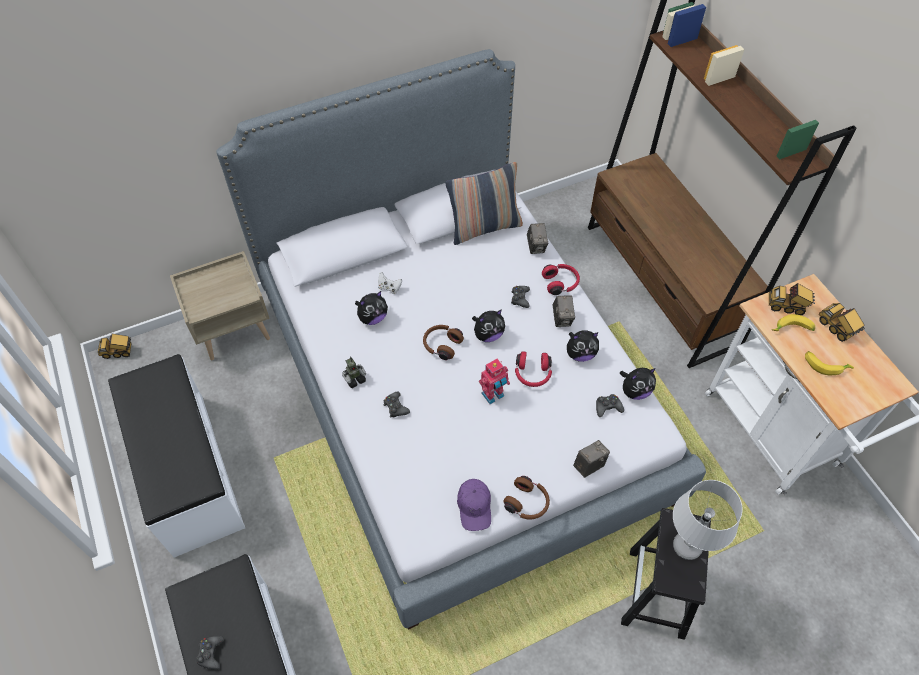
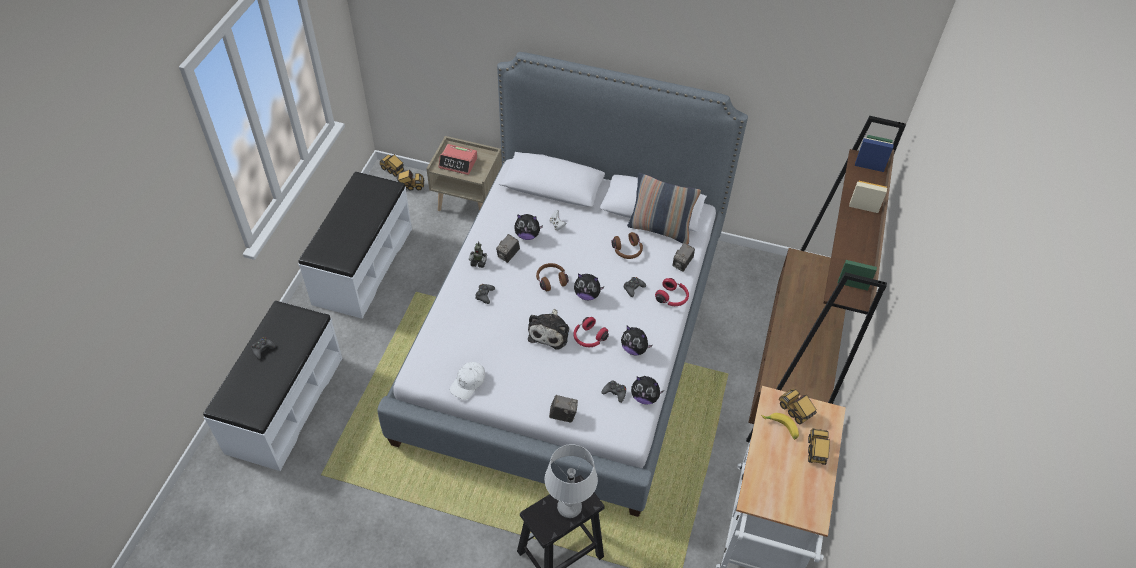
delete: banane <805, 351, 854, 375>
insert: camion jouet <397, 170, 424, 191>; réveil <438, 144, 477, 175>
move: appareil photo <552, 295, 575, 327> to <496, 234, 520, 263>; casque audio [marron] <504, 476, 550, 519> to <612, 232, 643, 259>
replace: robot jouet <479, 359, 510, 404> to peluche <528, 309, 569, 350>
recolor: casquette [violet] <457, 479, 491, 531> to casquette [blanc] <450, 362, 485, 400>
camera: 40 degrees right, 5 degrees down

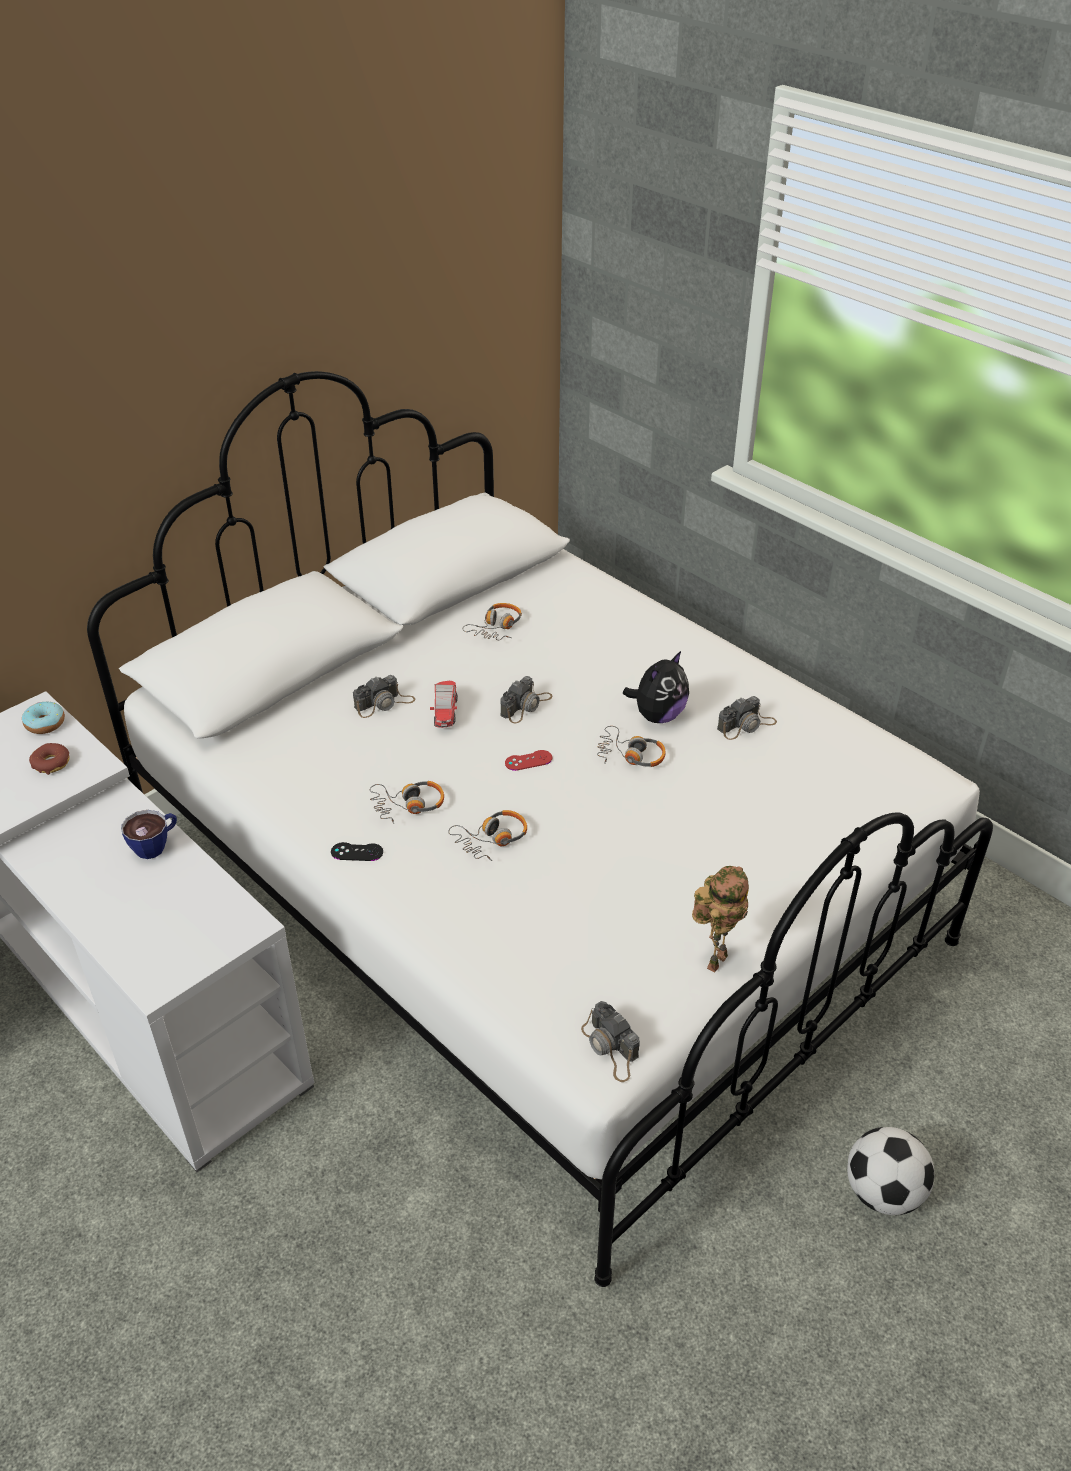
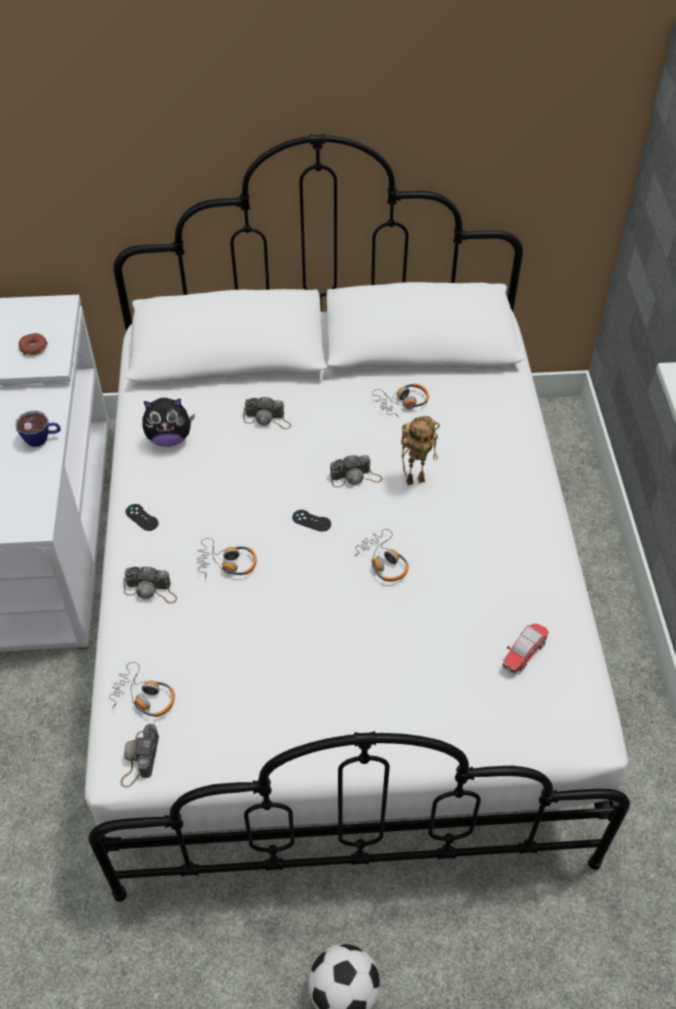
delete: beignet <22, 702, 65, 734>
move: casque audio <370, 781, 444, 824> to <109, 662, 175, 717>; appareil photo <717, 696, 777, 740> to <124, 566, 177, 604>; peluche <623, 651, 689, 723> to <142, 398, 195, 447>; robot jouet <692, 866, 749, 973> to <401, 416, 440, 485>; petite voiture <430, 681, 458, 728> to <502, 623, 549, 673>
recolor: manette [rouge] <505, 750, 552, 771> to manette [noir] <292, 510, 331, 532>
camera: 40 degrees right, 10 degrees up

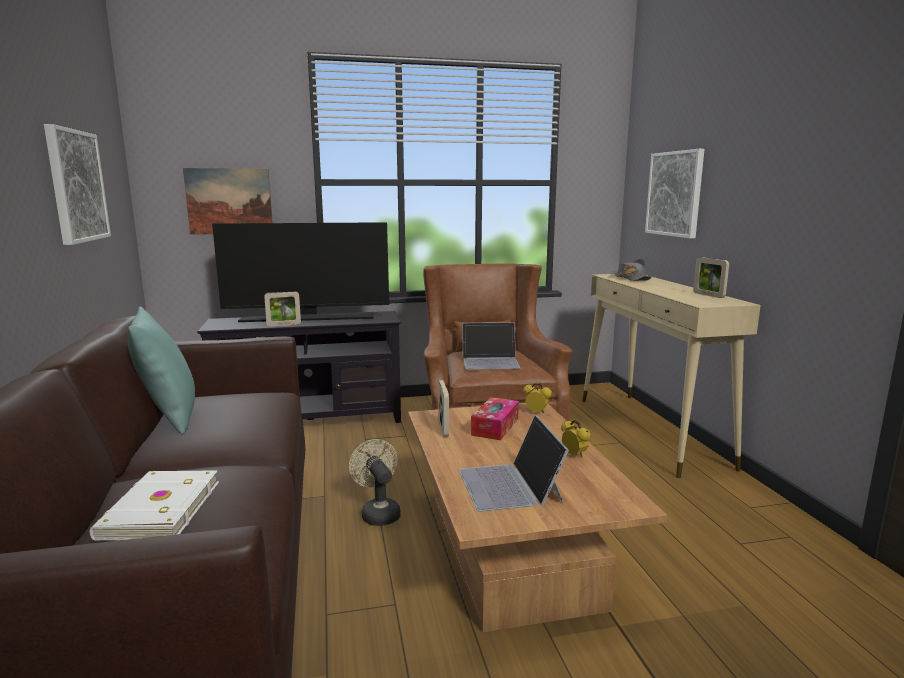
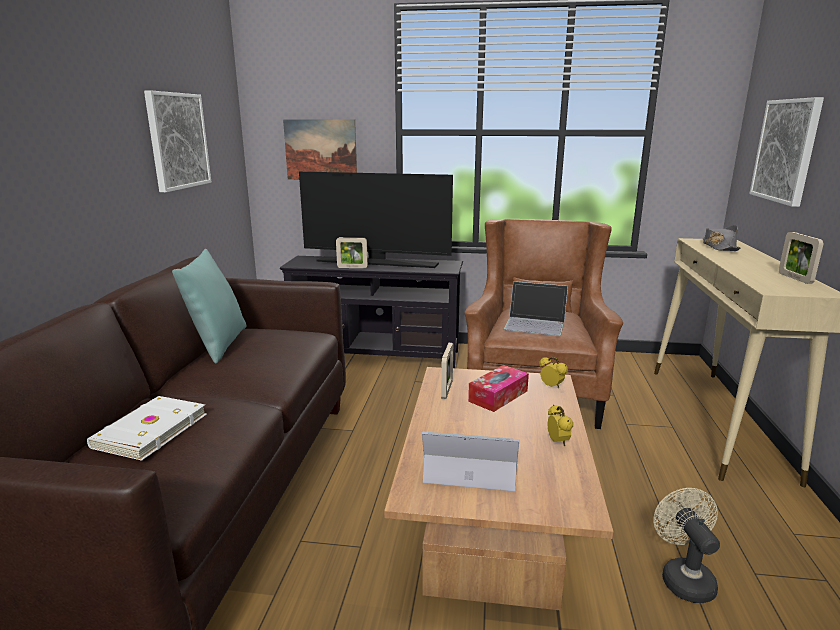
move: ventilateur [beige] <349, 439, 401, 526> to <653, 488, 720, 603>
rotate: ordinateur portable <459, 415, 569, 512> = <422, 431, 519, 491> 90 degrees clockwise
camera: 20 degrees right, 5 degrees up

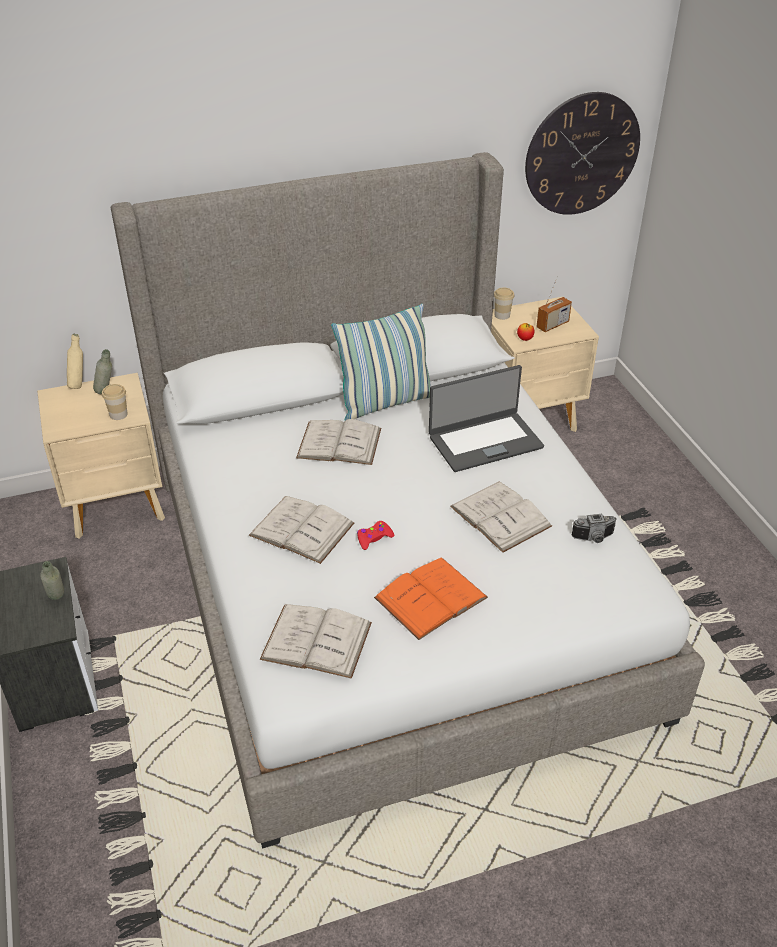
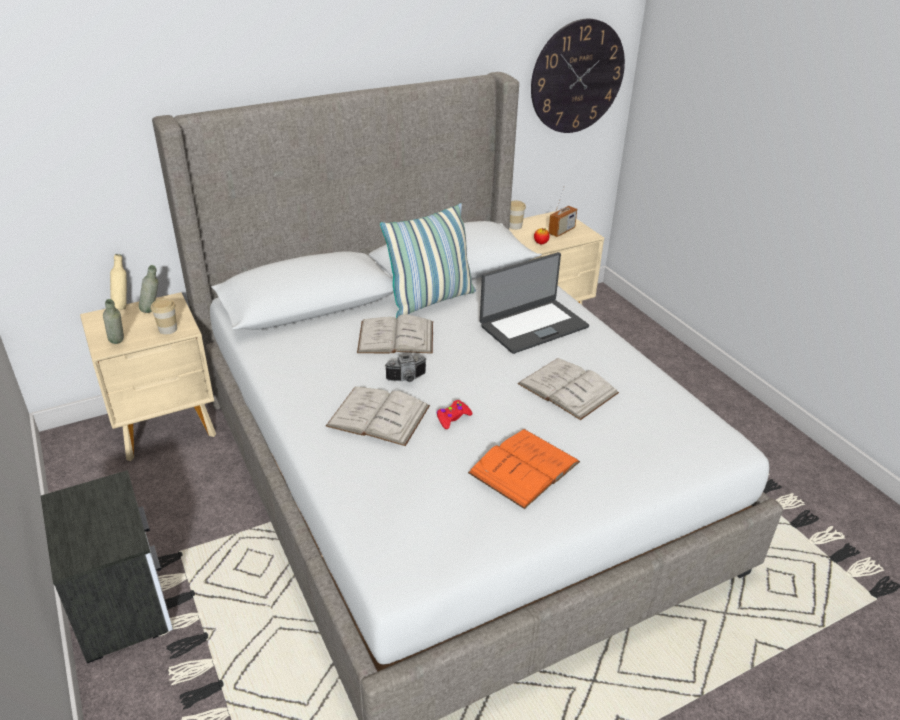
delete: livre [blanc] <260, 604, 372, 679>
move: bouteille [gris] <40, 561, 64, 600> to <103, 299, 124, 344>; appareil photo <572, 514, 617, 543> to <385, 354, 426, 382>
camera: 10 degrees left, 5 degrees down

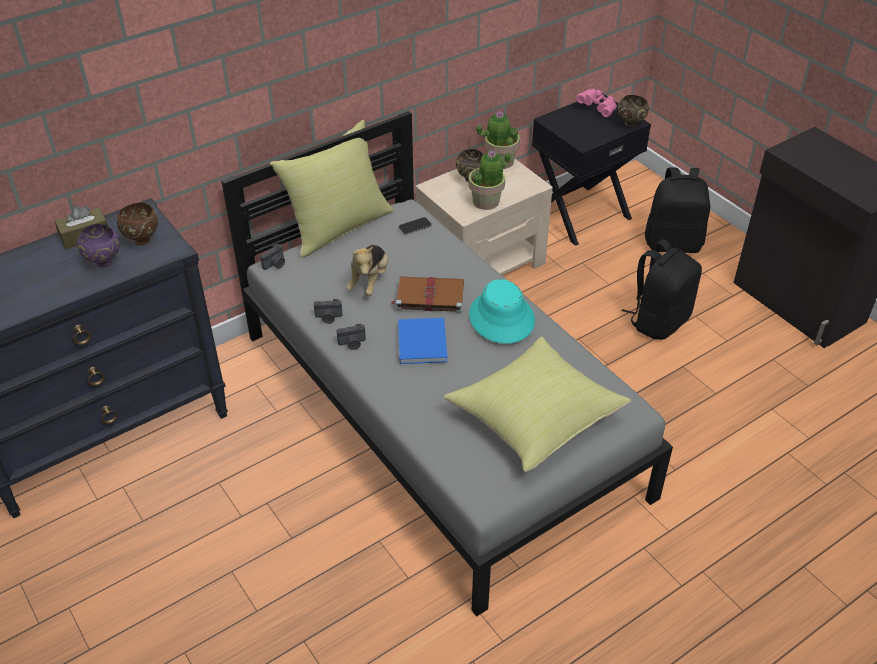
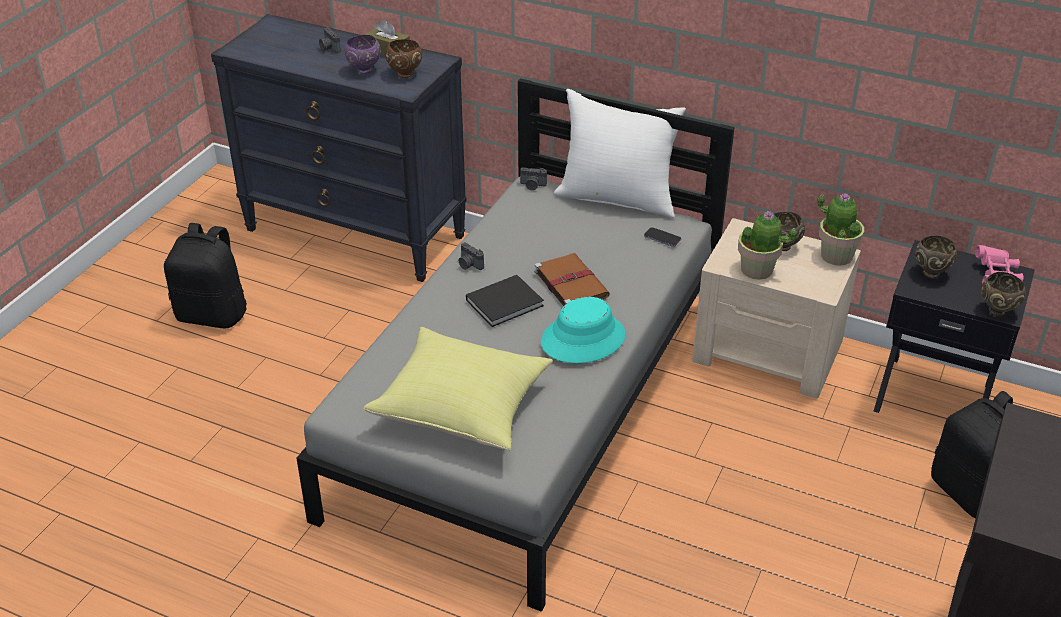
delete: peluche <346, 245, 389, 296>
insert: bol [marron] <915, 236, 957, 278>
move: sac à dos [noir] <621, 239, 702, 340> to <164, 223, 247, 329>; appareil photo <314, 299, 342, 324> to <319, 27, 341, 53>
recolor: livre [bleu] <398, 318, 447, 364> to livre [noir] <466, 275, 544, 327>; coussin [jaune] <270, 120, 394, 257> to coussin [blanc] <554, 89, 686, 218>
camera: 60 degrees right, 5 degrees down

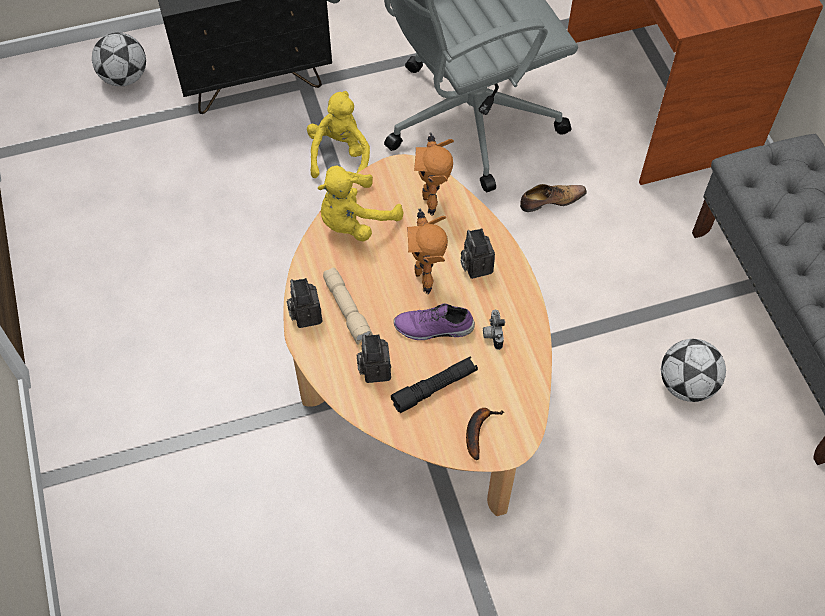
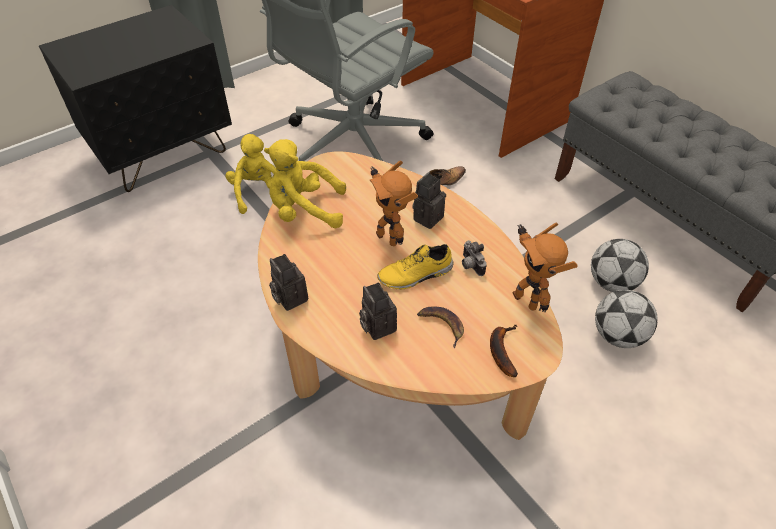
delete: lampe de poche [beige] <323, 268, 373, 345>
move: robot jouet <414, 132, 454, 216> to <513, 222, 577, 312>; ballon de foot <92, 32, 146, 86> to <595, 290, 658, 348>
replace: lampe de poche [noir] <391, 356, 478, 413> to banane <417, 306, 464, 348>
recolor: chaussure [violet] <394, 303, 475, 340> to chaussure [jaune] <377, 244, 454, 289>
rotate: peluche [jaune] <318, 166, 403, 241> = <264, 139, 346, 228> 60 degrees clockwise; appareil photo <461, 228, 495, 279> = <412, 172, 446, 229> 75 degrees clockwise
camera: 20 degrees left, 10 degrees down

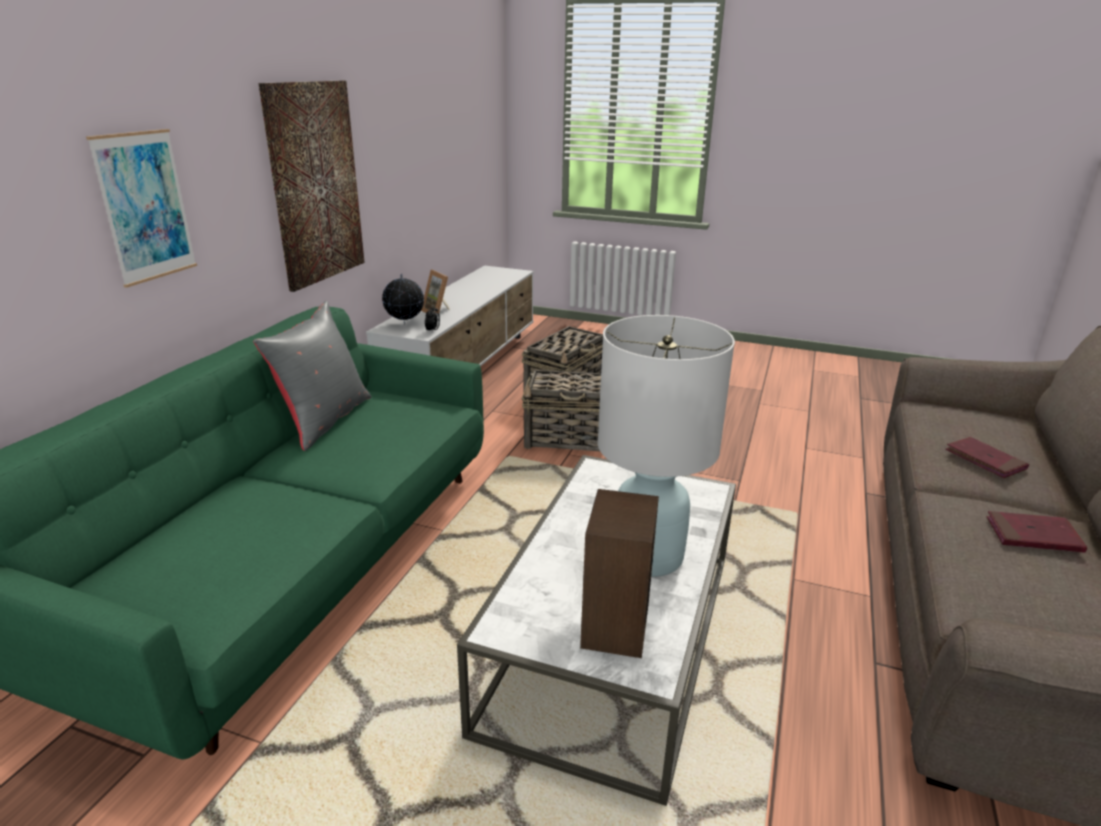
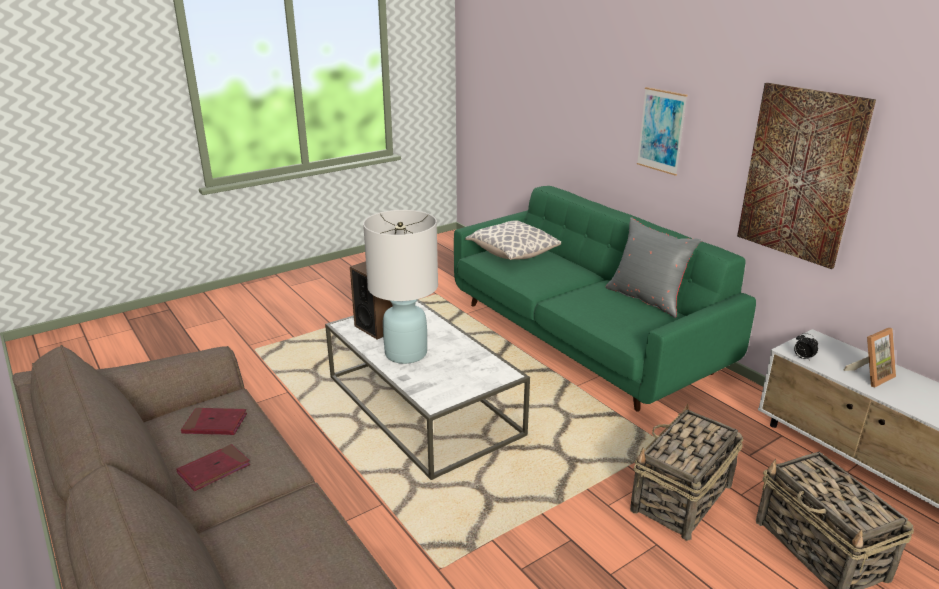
delete: globe <382, 274, 424, 325>
insert: coussin <465, 220, 561, 260>
move: livre [rouge] <946, 437, 1029, 478> to <181, 408, 247, 435>
rotate: cadre photo <421, 270, 450, 313> = <844, 328, 896, 387> 150 degrees clockwise
camera: 125 degrees right, 0 degrees up

